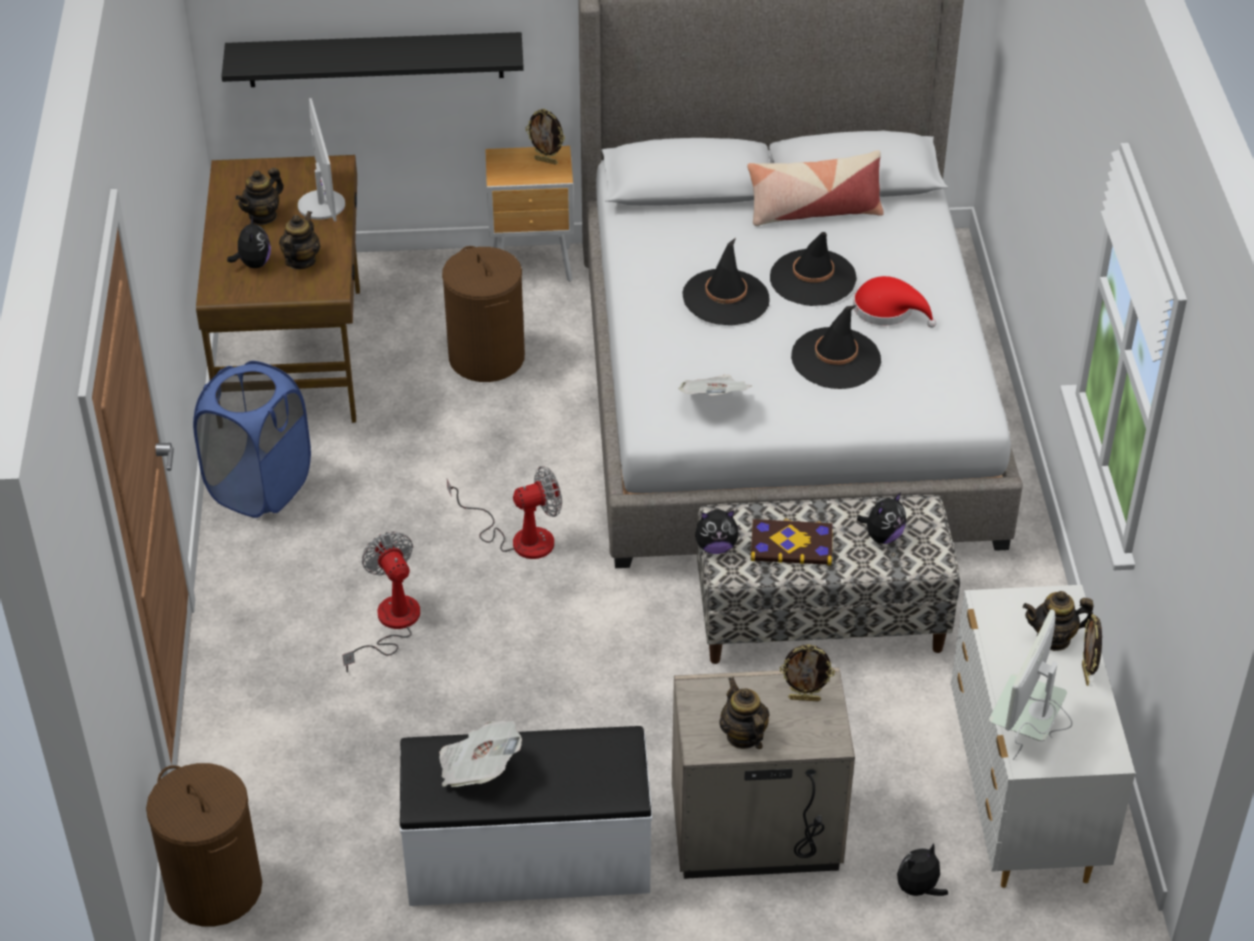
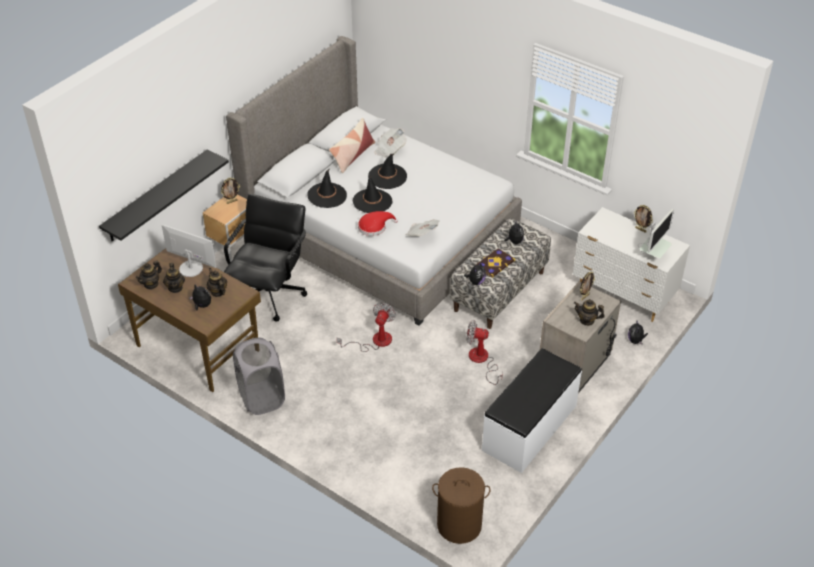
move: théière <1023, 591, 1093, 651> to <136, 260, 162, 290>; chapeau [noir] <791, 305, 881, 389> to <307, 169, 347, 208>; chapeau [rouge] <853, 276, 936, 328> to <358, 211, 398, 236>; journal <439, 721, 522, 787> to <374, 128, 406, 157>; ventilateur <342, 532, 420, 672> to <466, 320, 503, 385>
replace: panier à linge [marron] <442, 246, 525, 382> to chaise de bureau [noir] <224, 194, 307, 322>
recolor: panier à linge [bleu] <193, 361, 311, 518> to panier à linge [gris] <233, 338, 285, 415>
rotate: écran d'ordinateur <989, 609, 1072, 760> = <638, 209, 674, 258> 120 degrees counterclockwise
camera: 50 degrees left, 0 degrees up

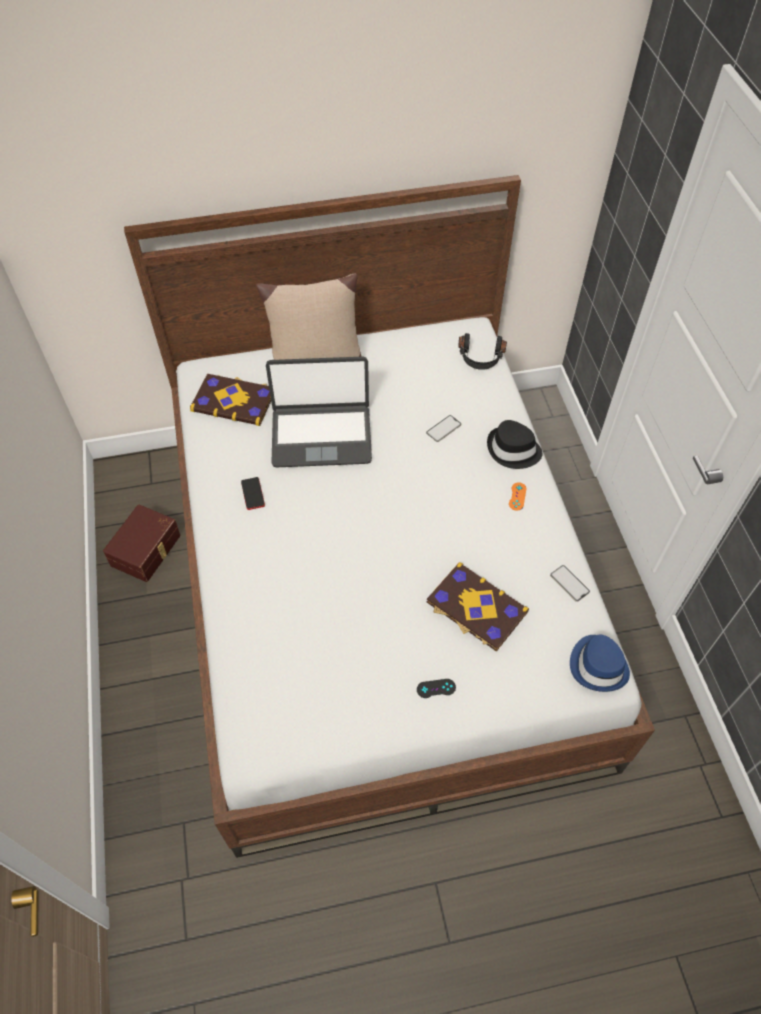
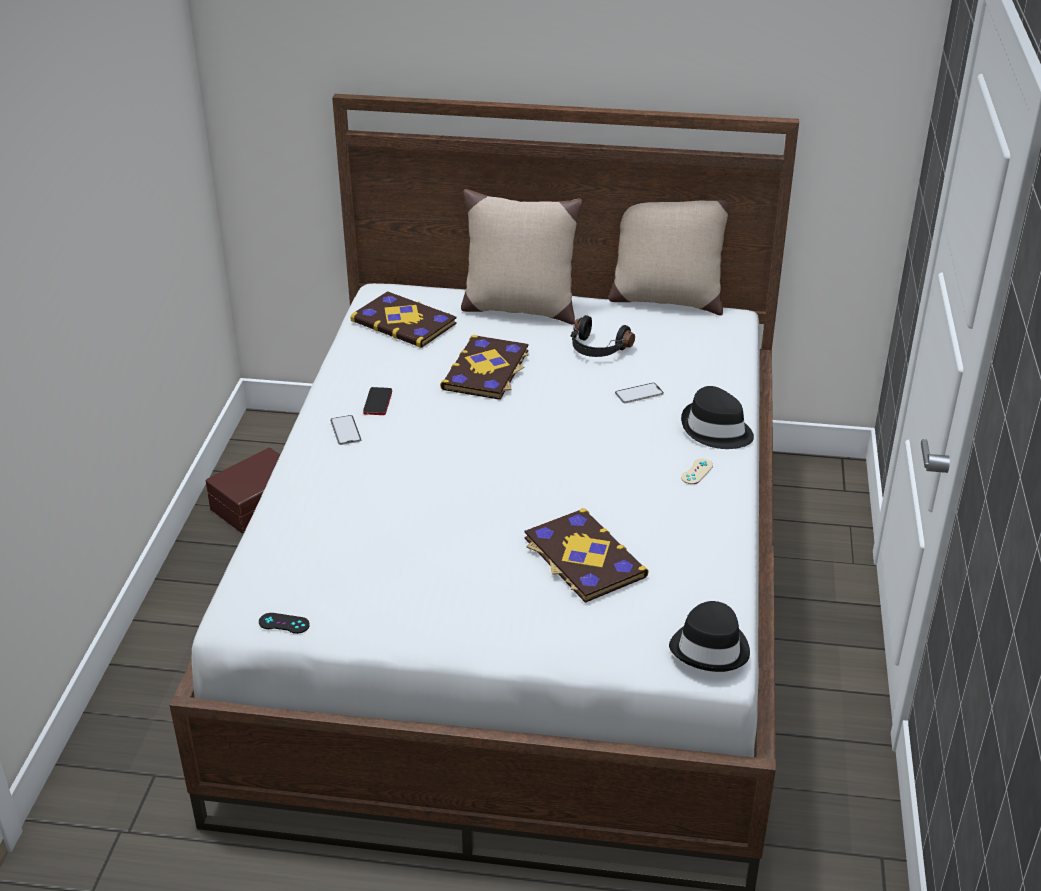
insert: coussin [beige] <609, 200, 730, 315>
move: manette [noir] <417, 679, 456, 698> to <259, 613, 310, 634>; téléphone <550, 565, 590, 602> to <330, 415, 361, 445>; casque audio [noir] <458, 333, 507, 370> to <571, 315, 635, 357>
replace: ordinateur portable <266, 357, 372, 467> to livre <440, 335, 528, 400>
recolor: chapeau [bleu] <570, 635, 630, 692> to chapeau [noir] <669, 601, 750, 672>; manette [orange] <509, 482, 527, 511> to manette [beige] <681, 459, 713, 484>
camera: 20 degrees right, 20 degrees down

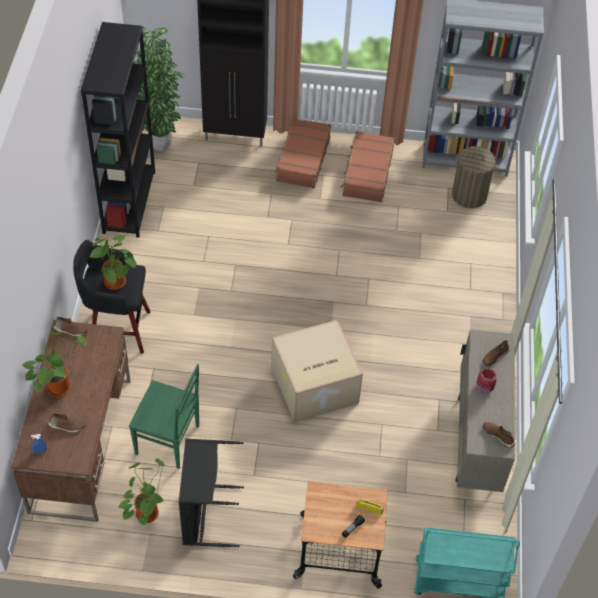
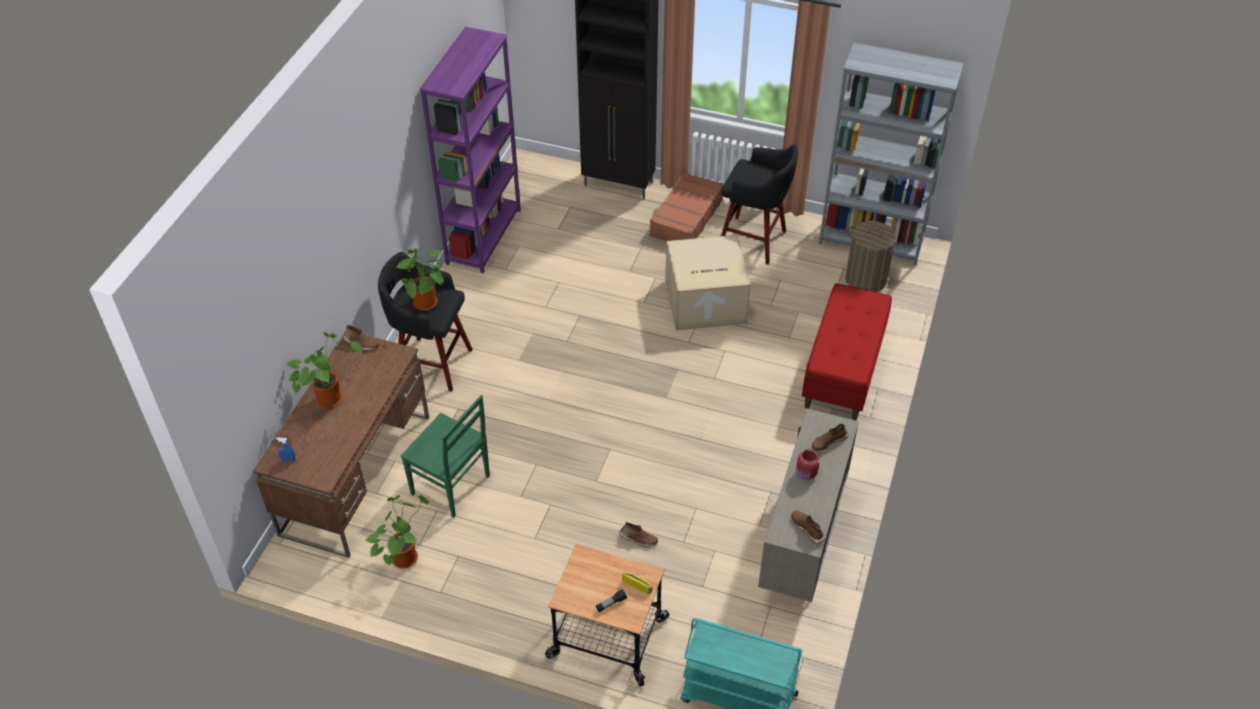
delete: plante en pot <133, 27, 185, 151>; panier à linge [noir] <179, 439, 244, 547>
insert: banc [rouge] <802, 283, 892, 421>
move: chaussure [marron] <48, 413, 85, 433> to <619, 522, 658, 547>; carton <271, 320, 363, 422> to <665, 235, 751, 330>
replace: valise [marron] <341, 131, 395, 202> to tabouret [noir] <721, 144, 798, 265>
recolor: bibliothèque [noir] <81, 22, 155, 238> to bibliothèque [violet] <420, 27, 521, 274>
camera: 15 degrees right, 5 degrees down

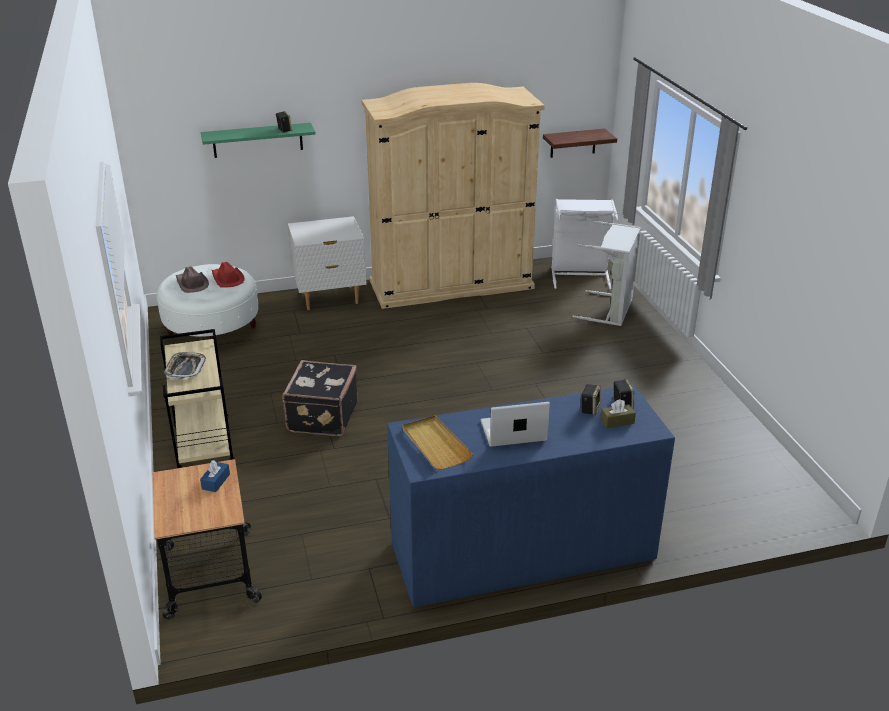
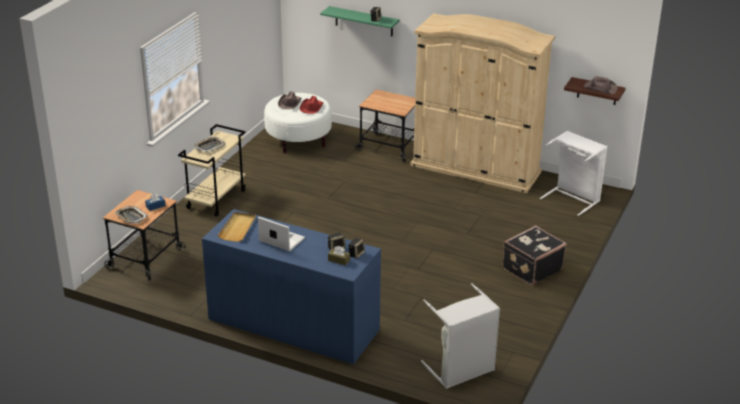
insert: plateau <115, 206, 148, 224>; chapeau [marron] <584, 76, 618, 94>
move: panier à linge [gris] <572, 221, 641, 326> to <421, 283, 500, 389>; valise [noir] <282, 360, 358, 436> to <502, 225, 567, 286>
replace: table de chevet [blanc] <288, 216, 367, 310> to chariot <355, 90, 415, 162>
camera: 40 degrees right, 0 degrees up

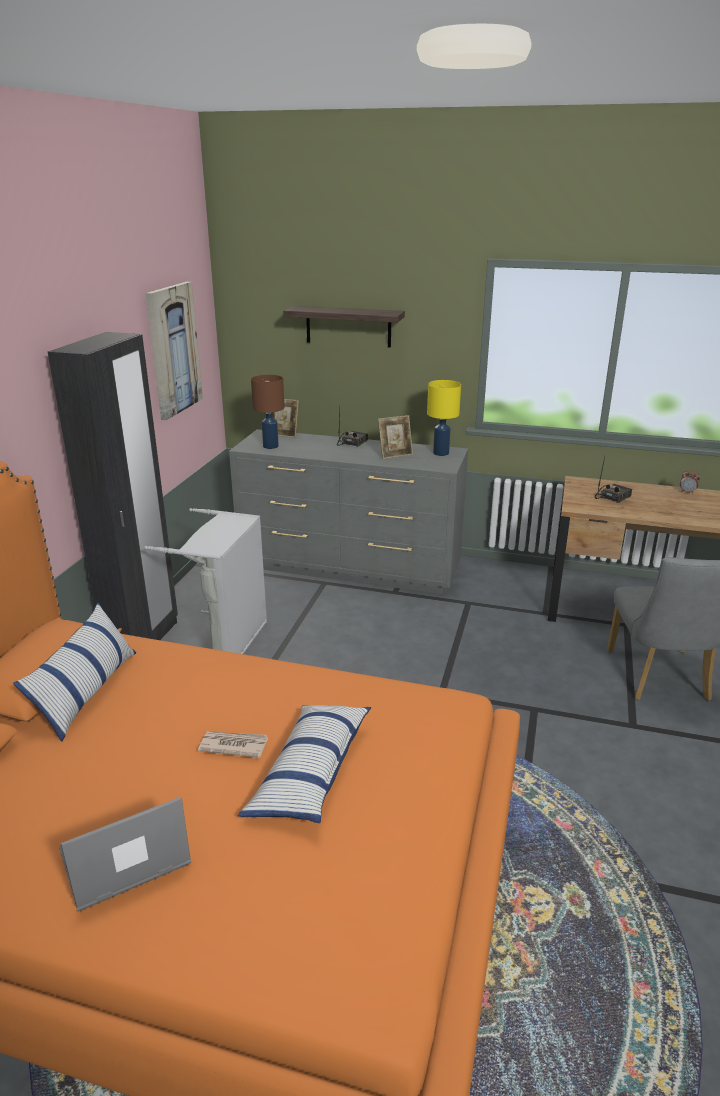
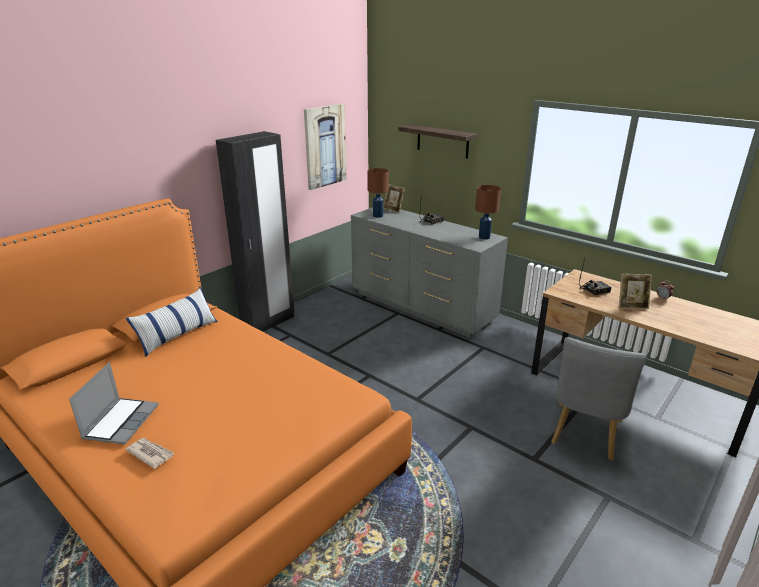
delete: panier à linge [gris] <144, 508, 267, 654>; coussin <238, 705, 371, 823>
move: journal <198, 731, 268, 758> to <125, 438, 174, 469>; cadre photo <378, 415, 413, 459> to <619, 274, 652, 309>
recolor: lampe de table [jaune] <427, 380, 461, 456> to lampe de table [marron] <475, 185, 501, 240>
rotate: ordinateur portable <59, 797, 191, 911> = <69, 362, 158, 445> 105 degrees clockwise
camera: 25 degrees right, 0 degrees up

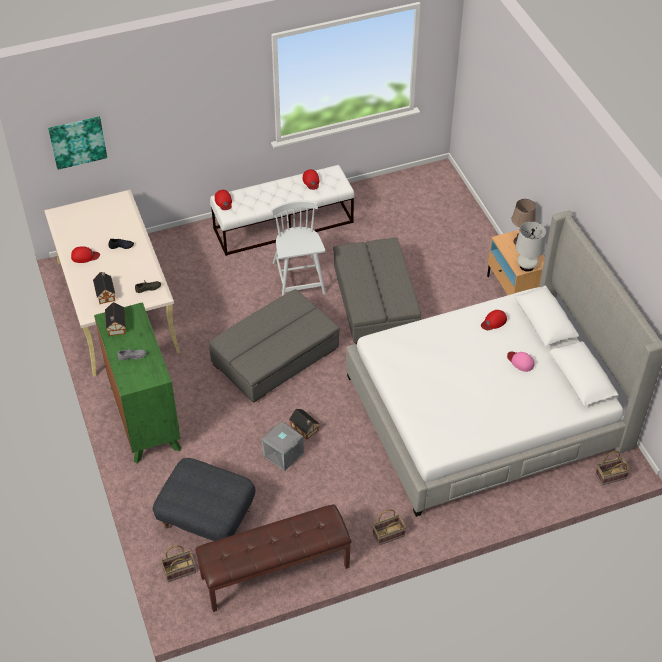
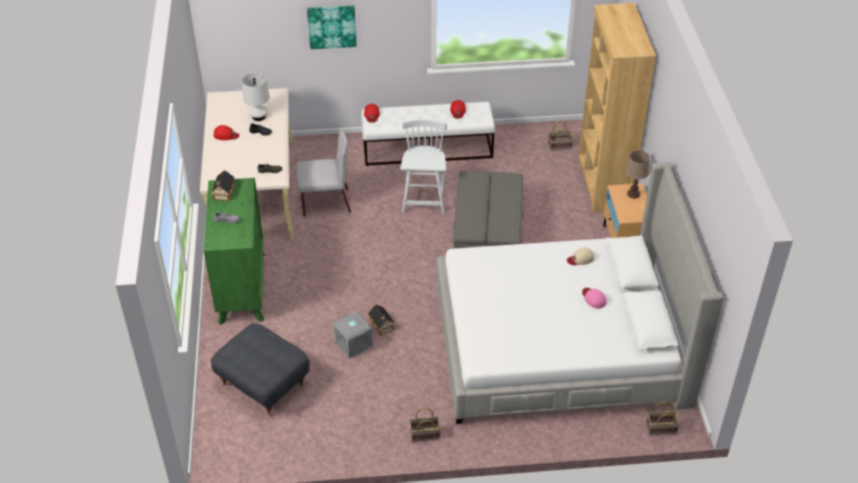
delete: maison miniature <93, 272, 115, 304>; banc [marron] <195, 504, 352, 612>; pouf [gris] <209, 289, 340, 403>
insert: chaise [gris] <296, 129, 351, 217>; bibliothèque [marron] <578, 3, 656, 213>
move: lampe de table [blanc] <516, 222, 546, 272> to <242, 73, 270, 121>; tableau <48, 117, 107, 170> to <307, 6, 357, 49>; panier <161, 545, 196, 582> to <548, 122, 574, 150>
recolor: casquette [rouge] <481, 310, 507, 330> to casquette [beige] <567, 248, 594, 265>
camera: 15 degrees right, 5 degrees down

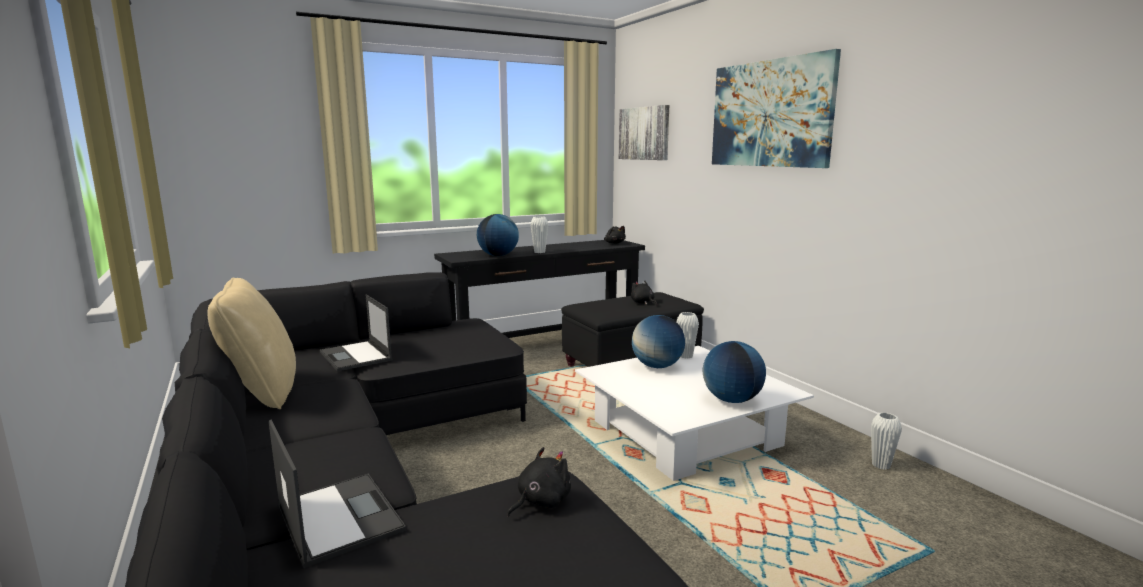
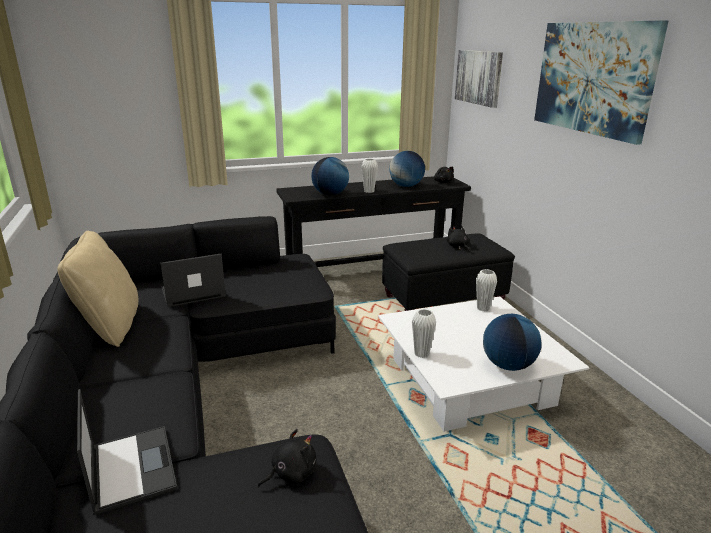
move: globe <632, 315, 685, 368> to <389, 151, 425, 187>; vase [blanc] <871, 412, 902, 470> to <412, 309, 436, 358>
rotate: ordinateur portable <320, 294, 392, 371> = <161, 254, 226, 307> 90 degrees clockwise
camera: 10 degrees right, 10 degrees up

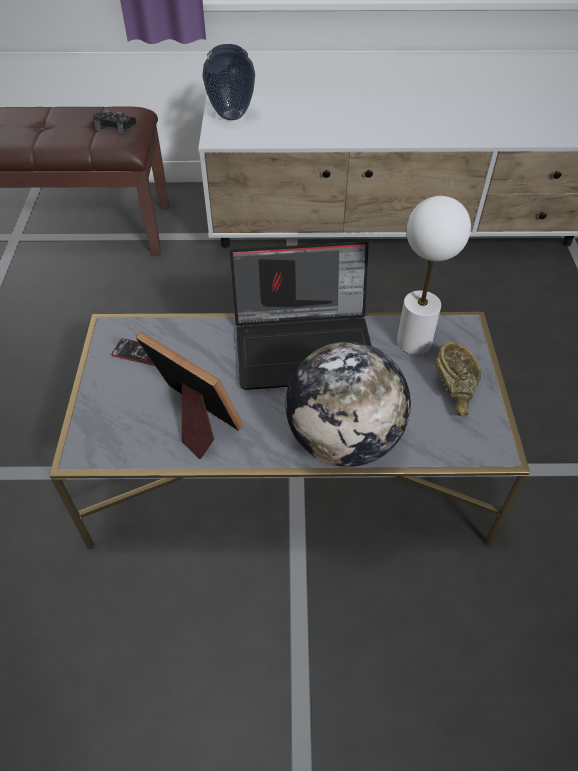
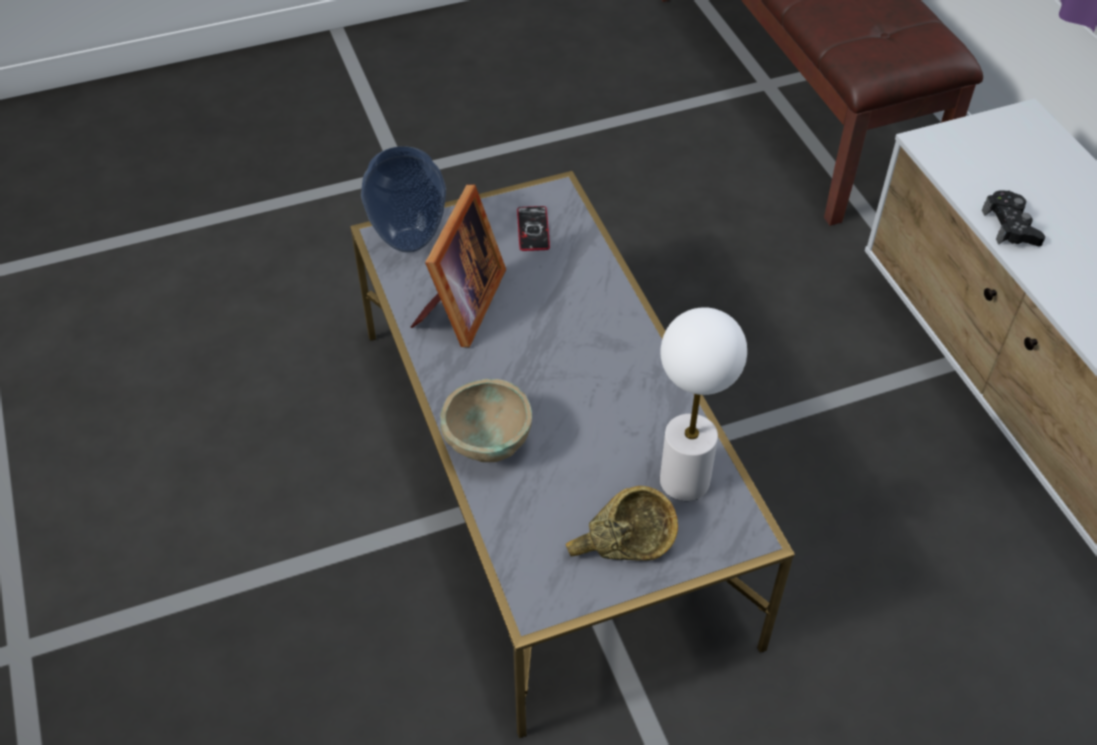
delete: ordinateur portable <230, 241, 371, 390>
move: vase <202, 44, 255, 120> to <361, 146, 446, 253>; manette [noir] <93, 110, 136, 135> to <982, 190, 1045, 246>
replace: globe <285, 342, 411, 467> to bol [beige] <440, 379, 532, 462>
camera: 70 degrees right, 0 degrees up

